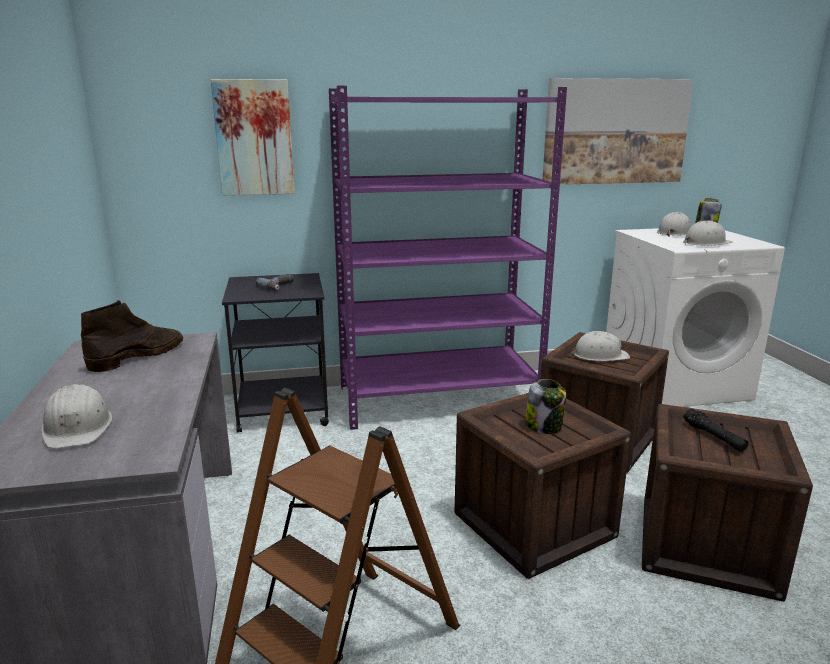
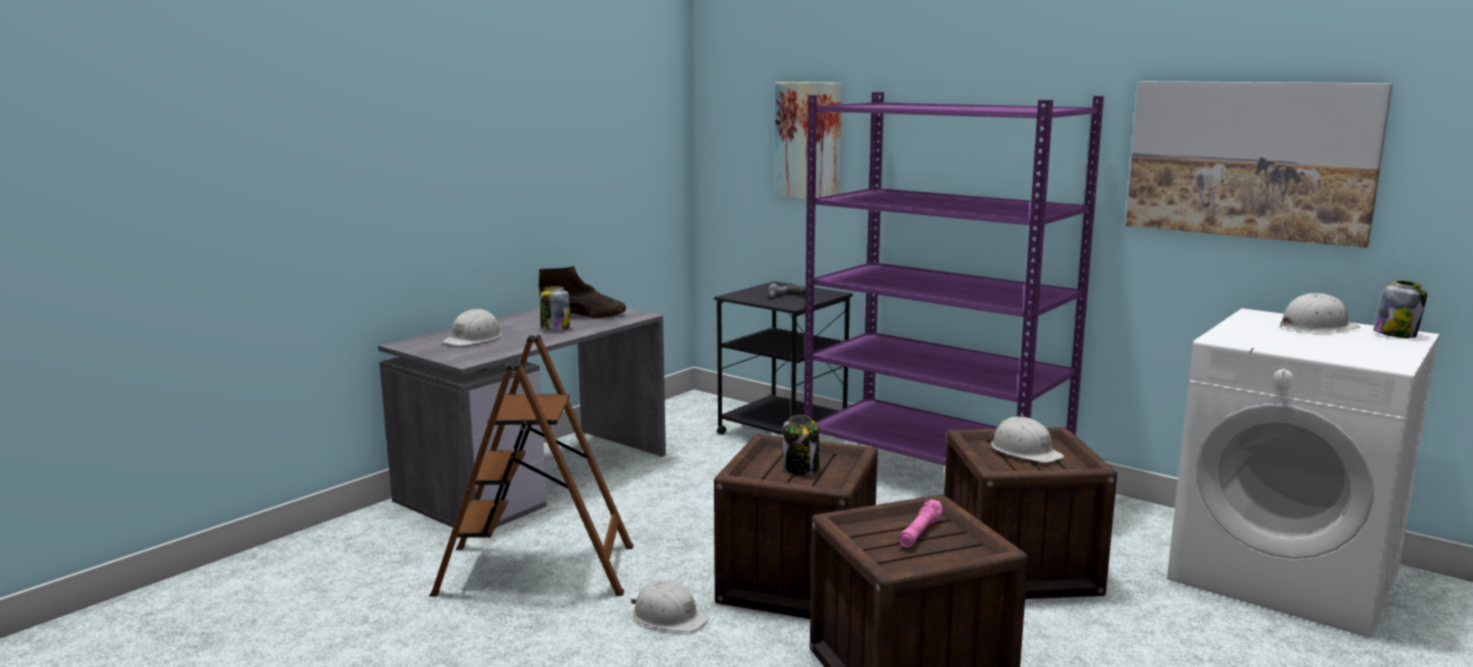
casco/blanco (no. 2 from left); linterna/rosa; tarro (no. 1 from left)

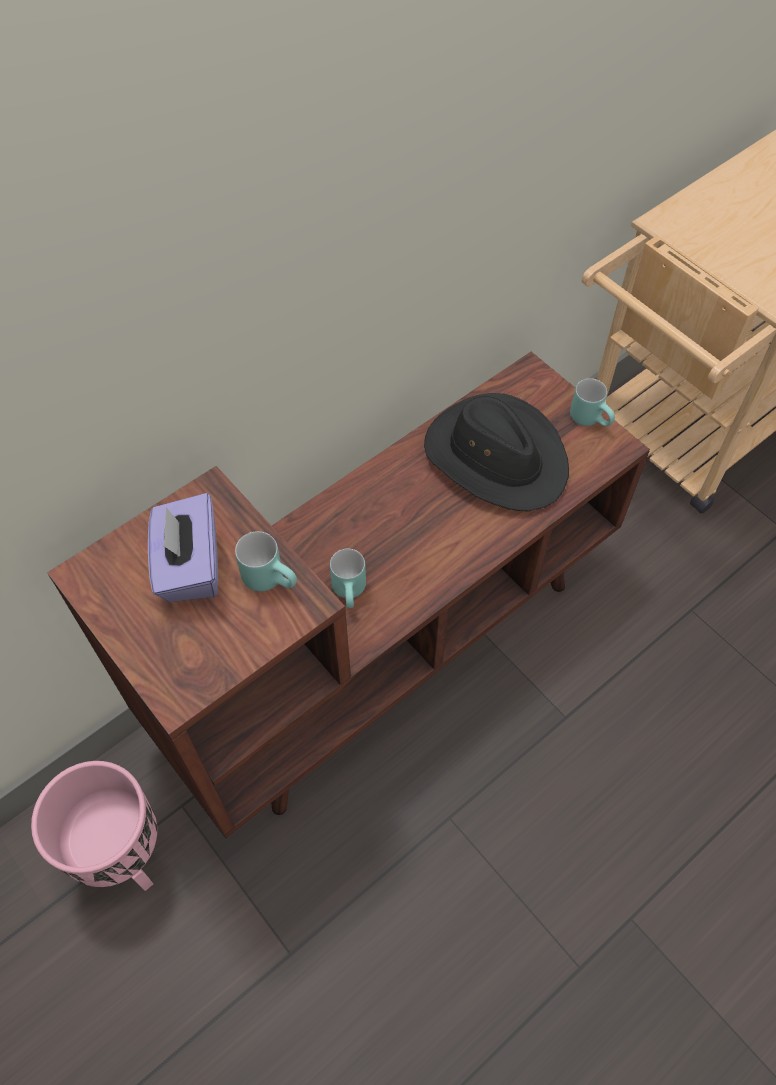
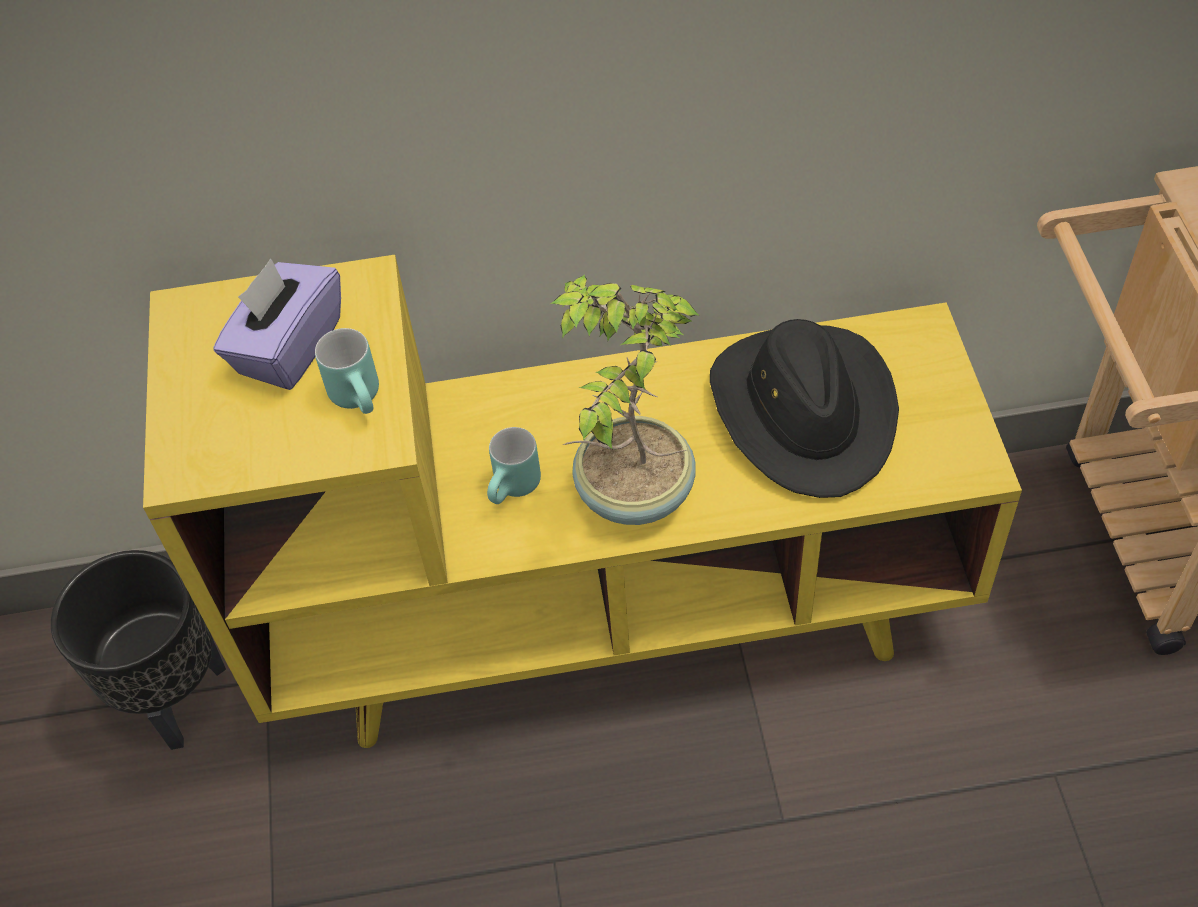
mueble de televisión/amarillo; taza grande/turquesa (no. 3 from left in the first image); maceta/negro; planta en maceta

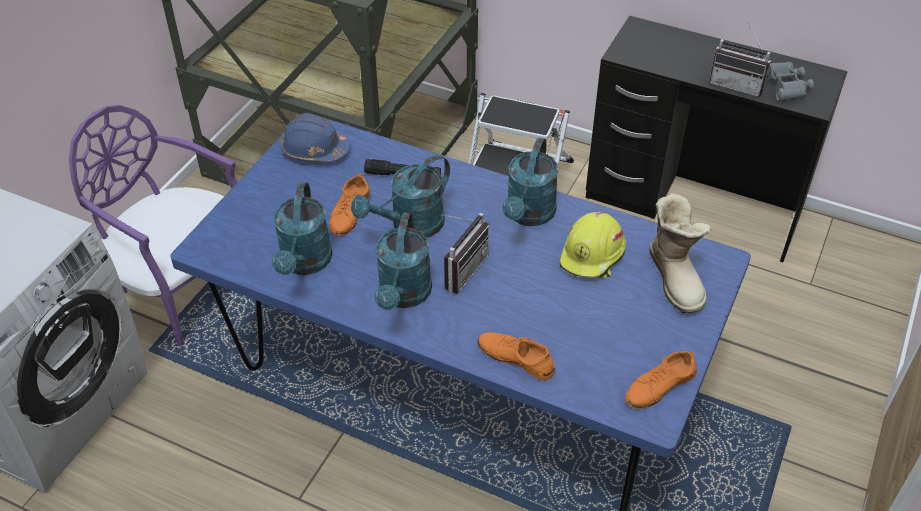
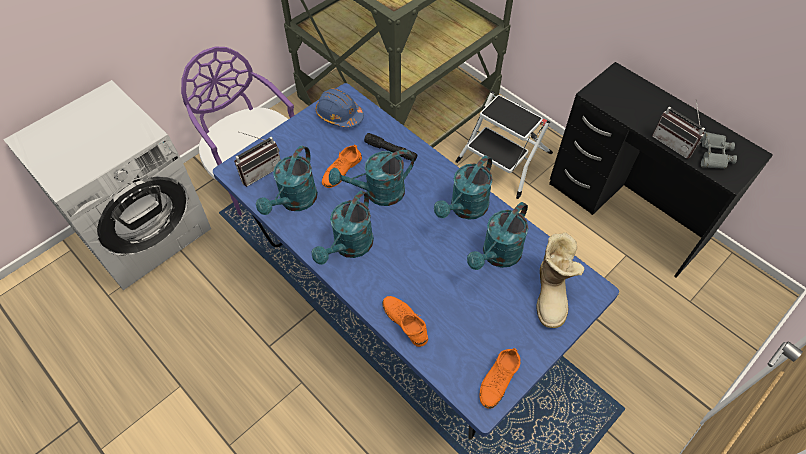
regadera/turquesa (no. 5 from left); radio (no. 1 from left); zapato/naranja (no. 3 from left)

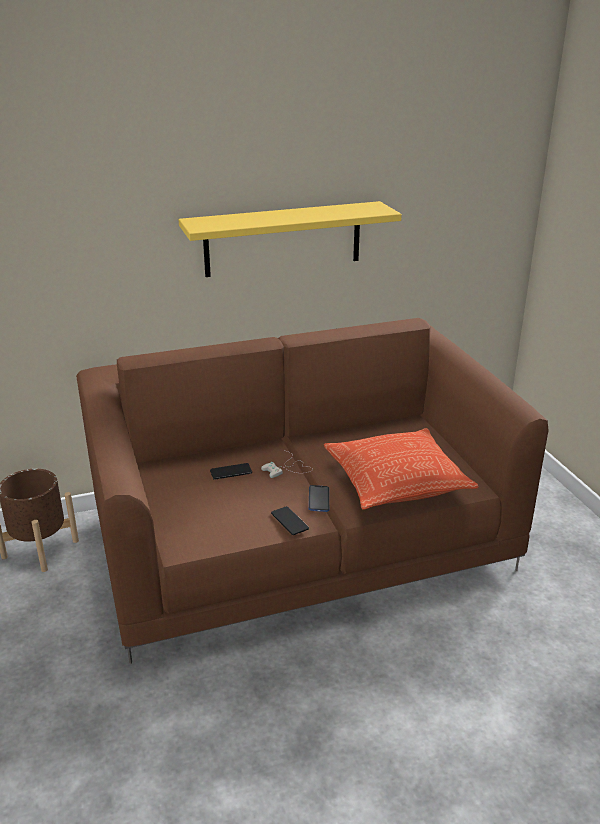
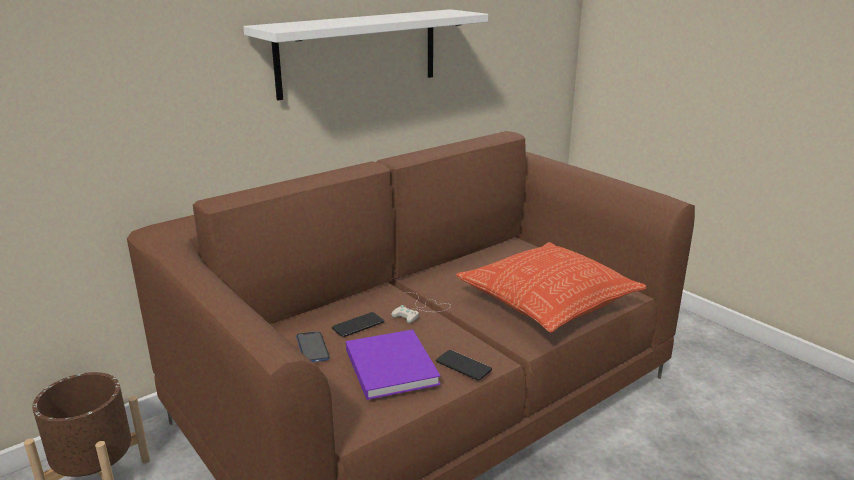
estante/blanco; móvil (no. 1 from left); libro/morado

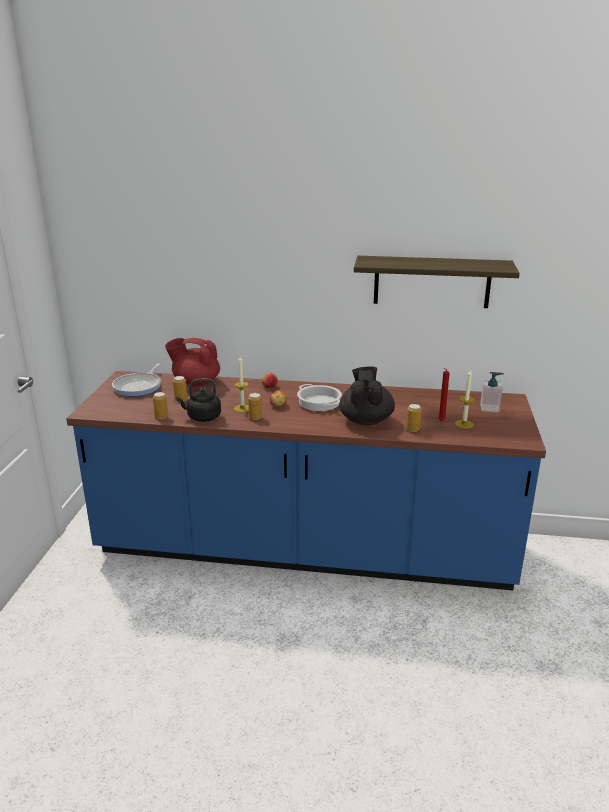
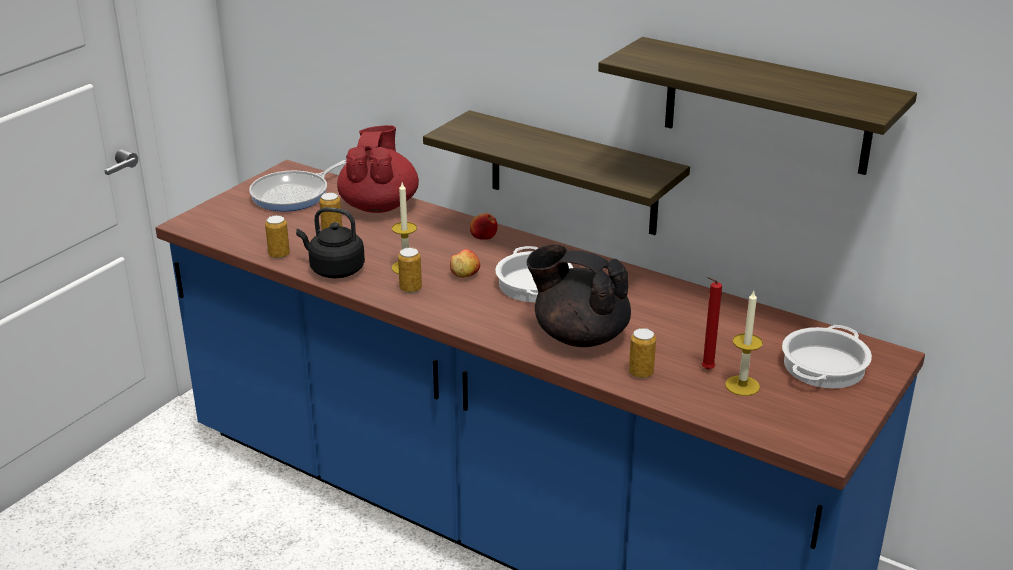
tetera/rojo; tetera/negro; olla (no. 2 from left); estante (no. 1 from left)

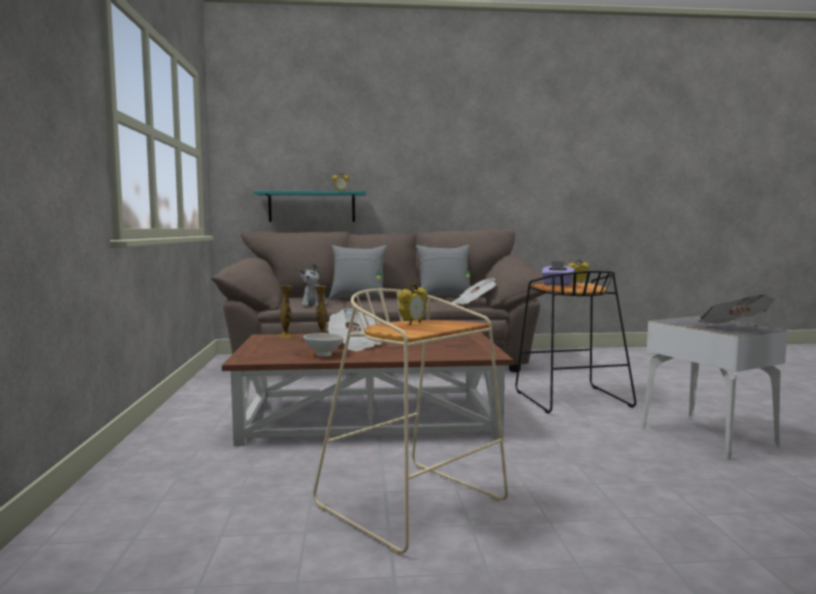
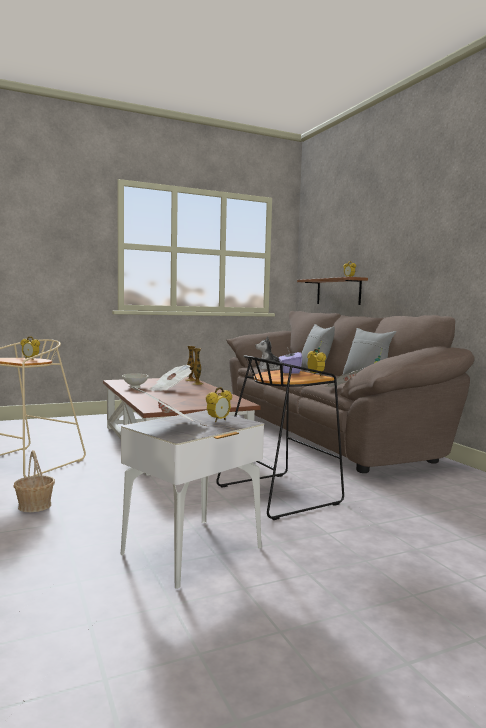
estante/marrón; despertador (no. 2 from left); cesta

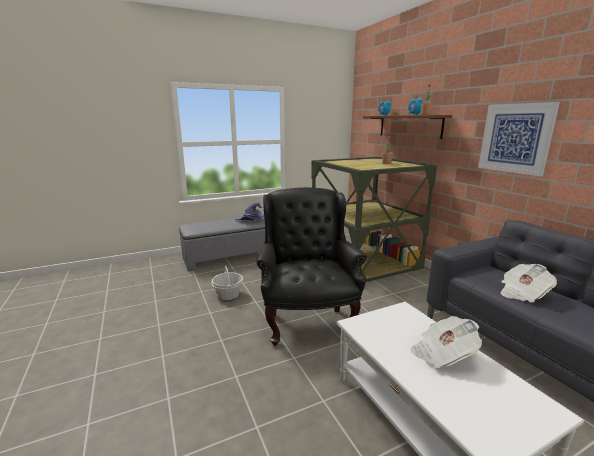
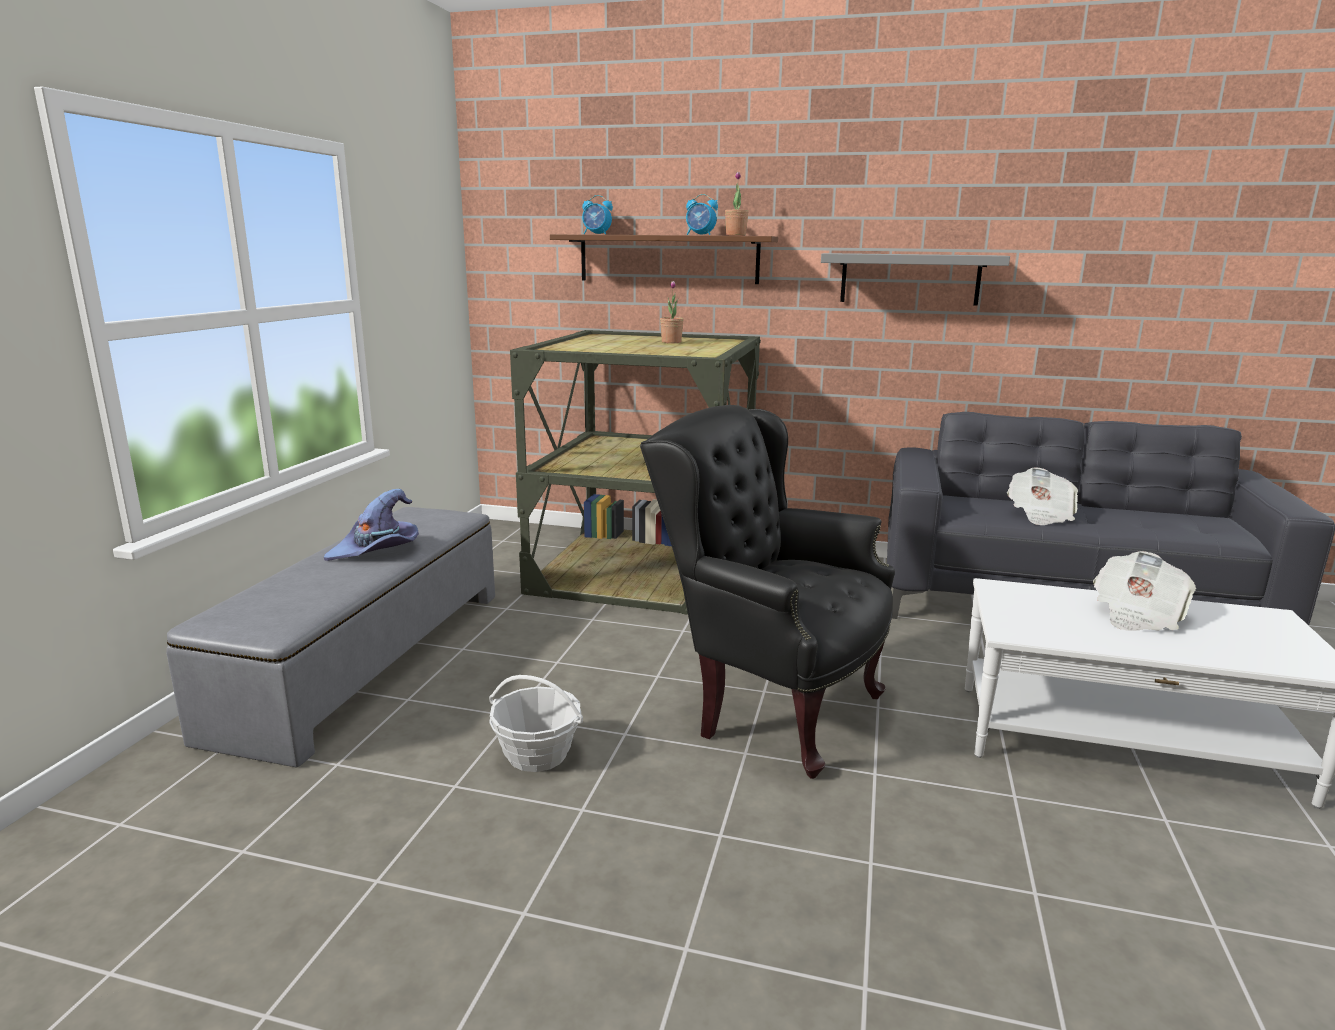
estante/gris

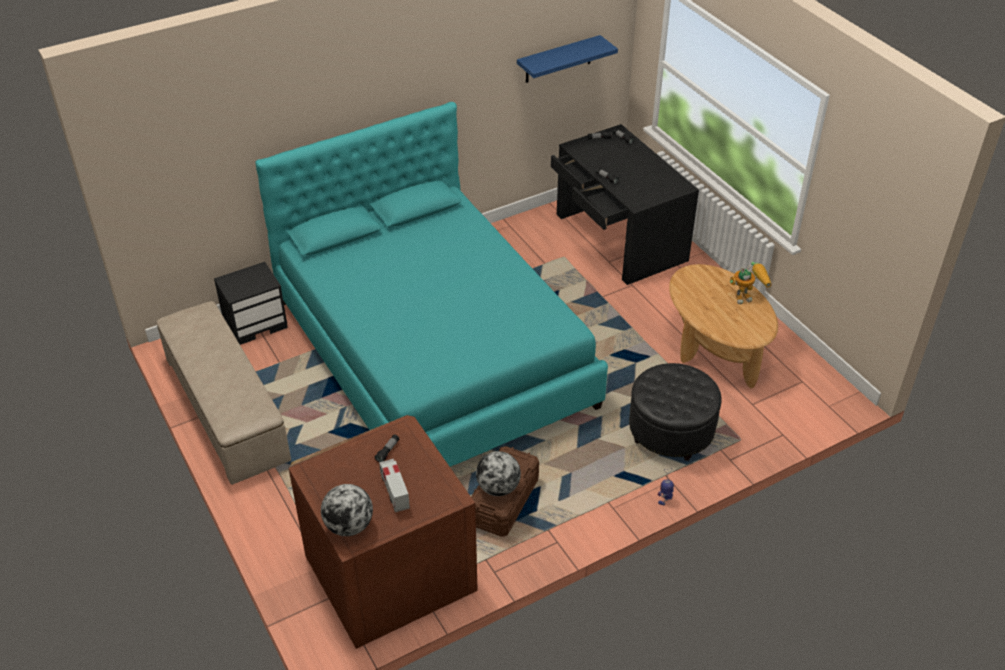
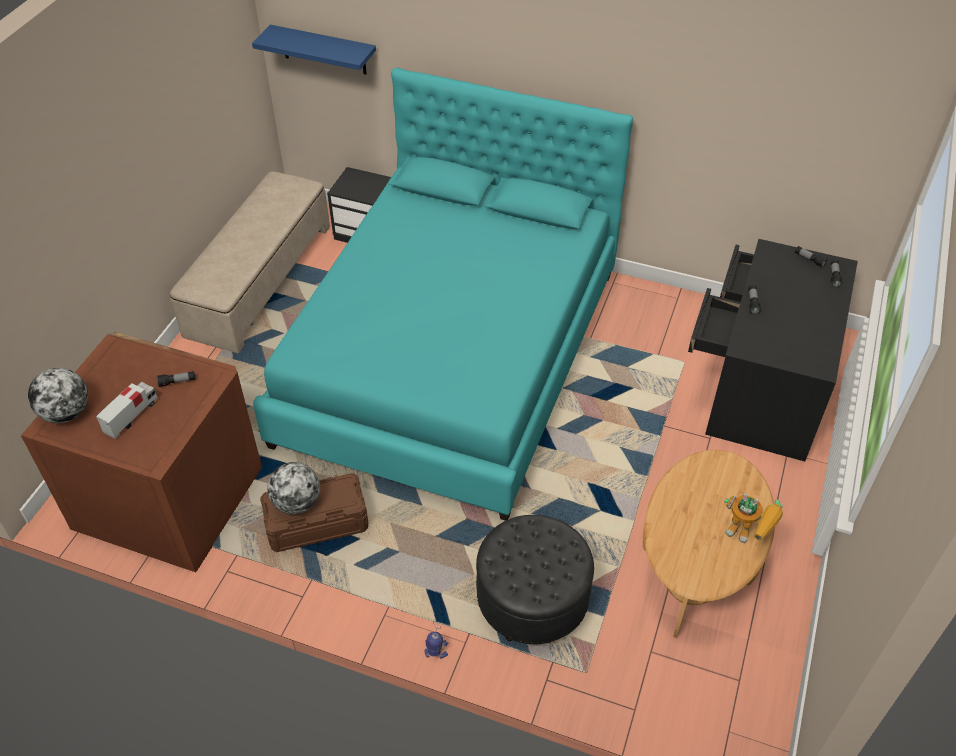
estante/azul

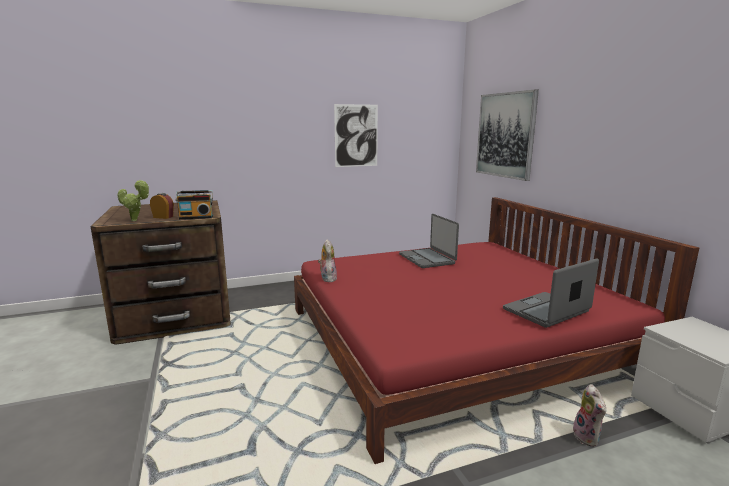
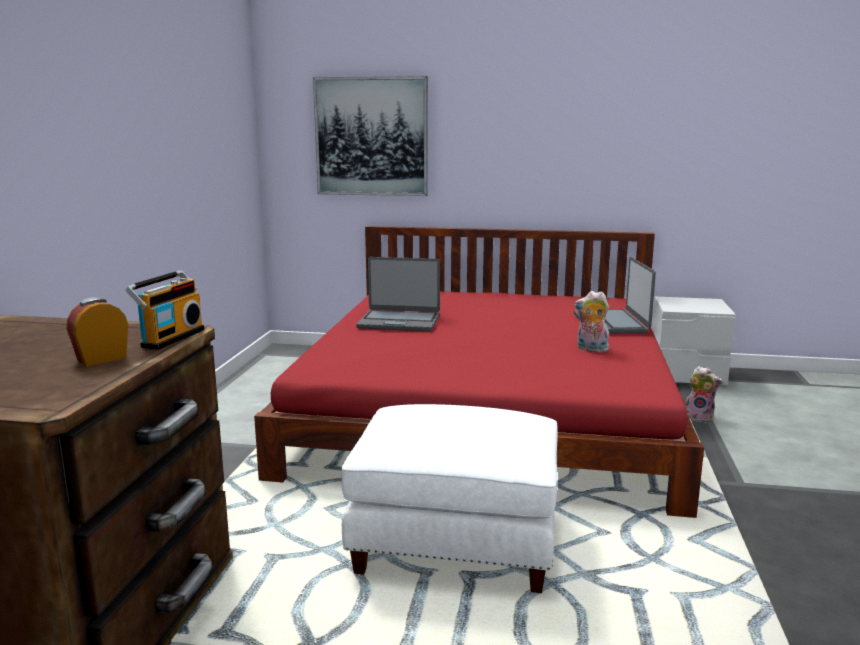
cuadro (no. 1 from left in the first image); planta en maceta; peluche (no. 1 from left); puf/blanco

